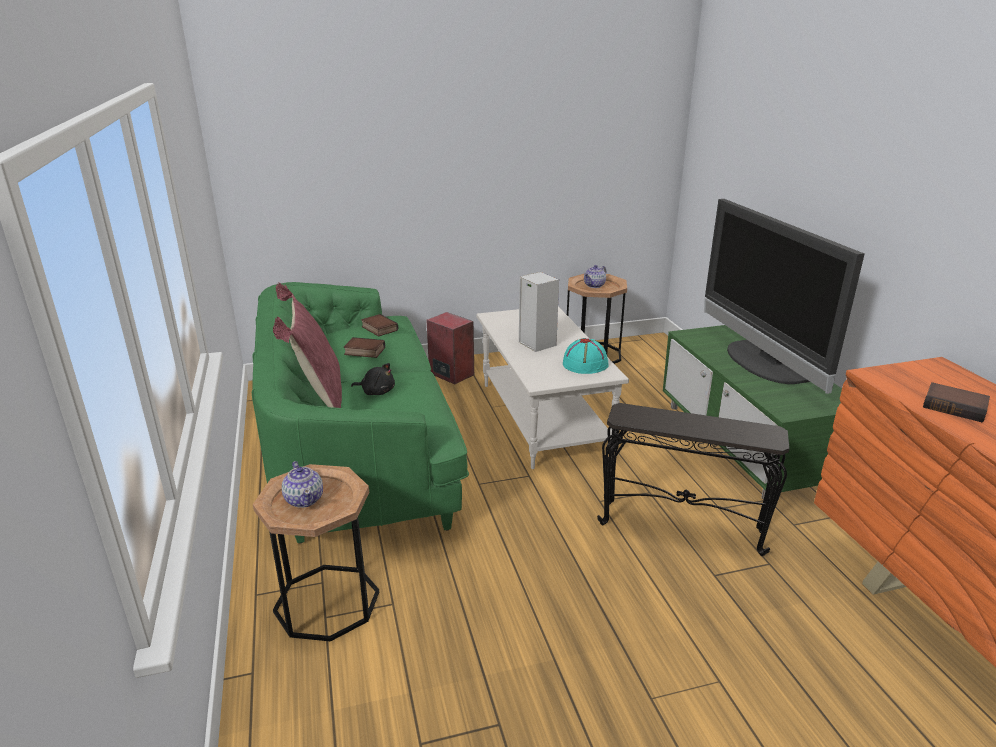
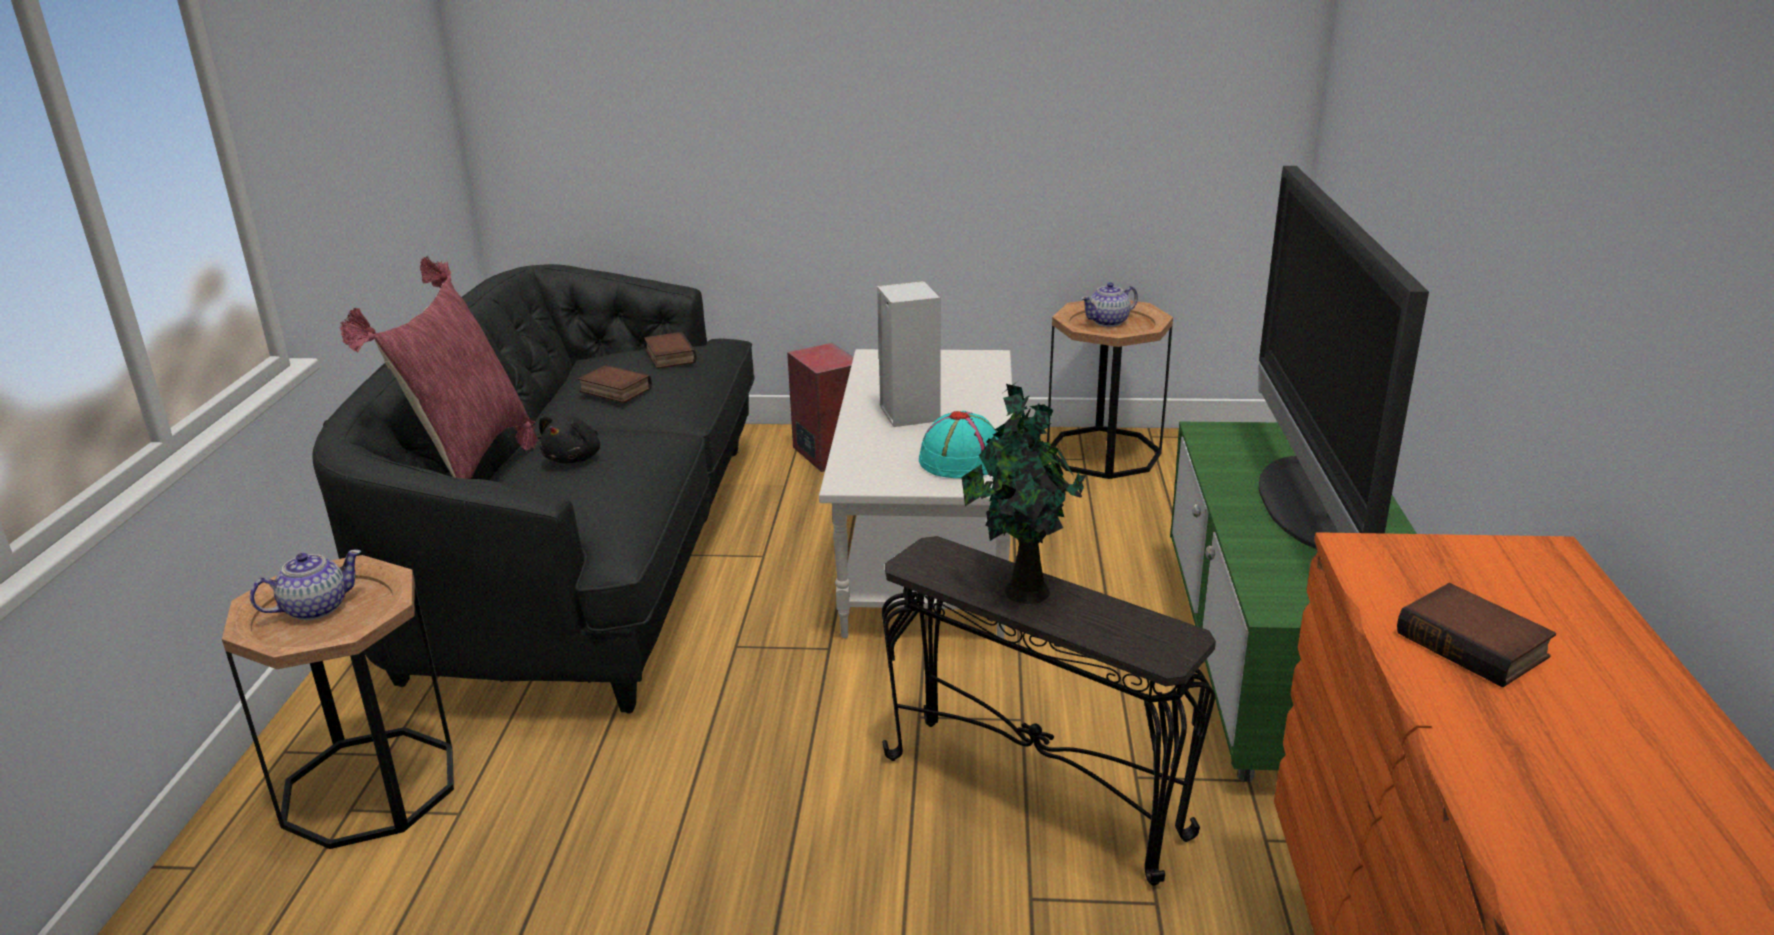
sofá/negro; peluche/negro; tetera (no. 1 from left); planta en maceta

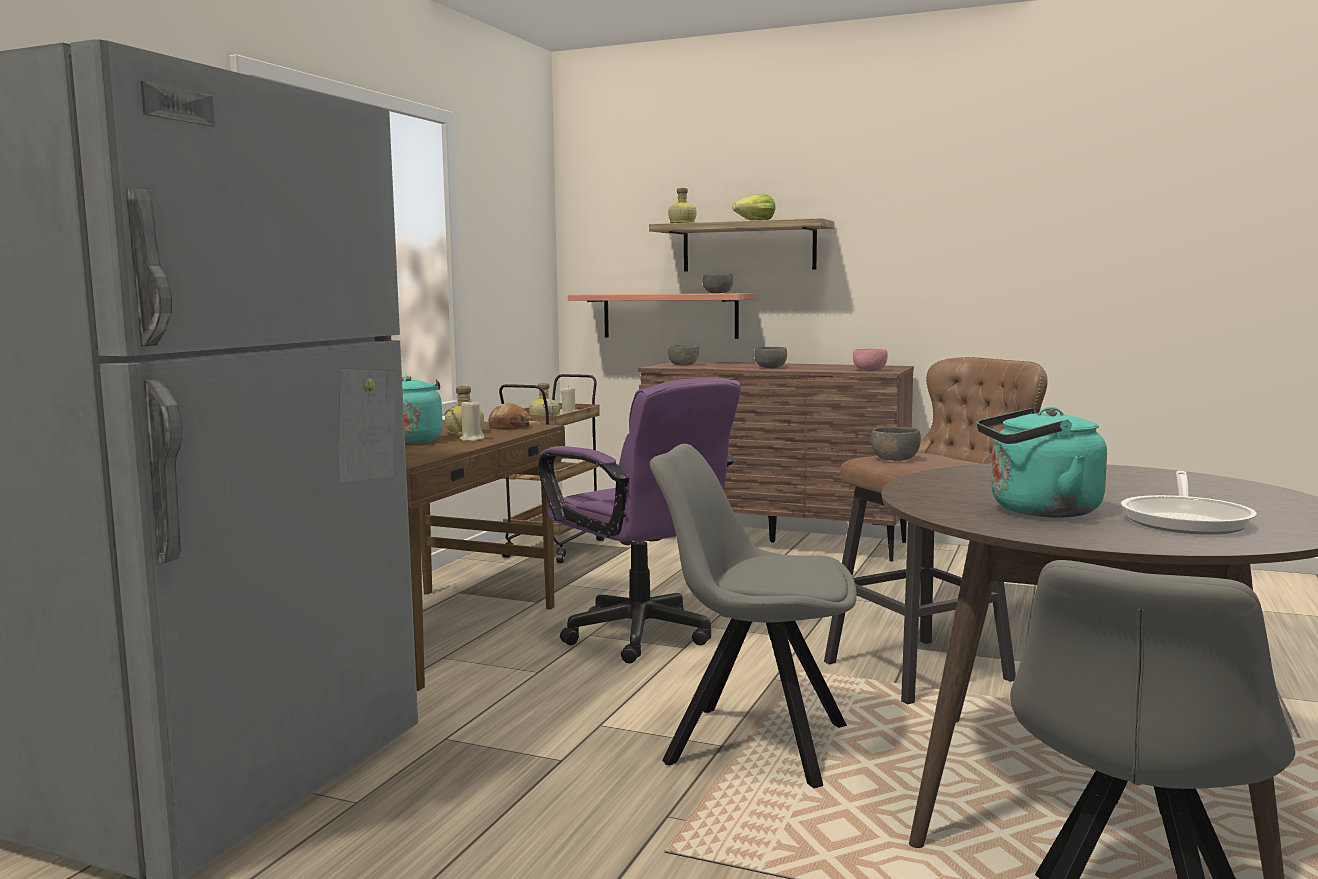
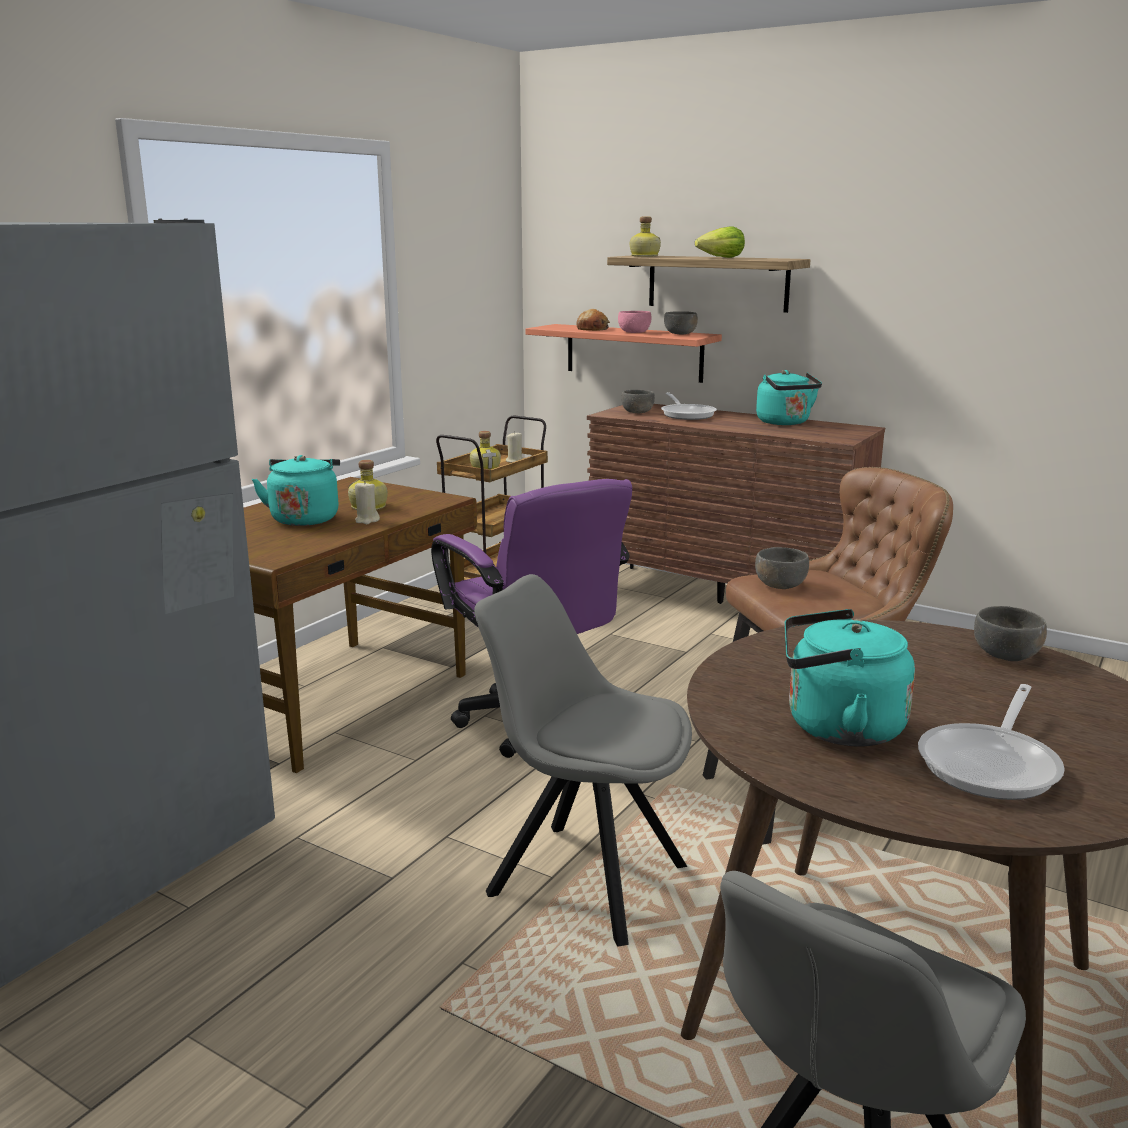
cuenco/gris (no. 4 from left); cuenco/rosa; pan; hervidor/turquesa (no. 2 from left); sartén (no. 1 from left)

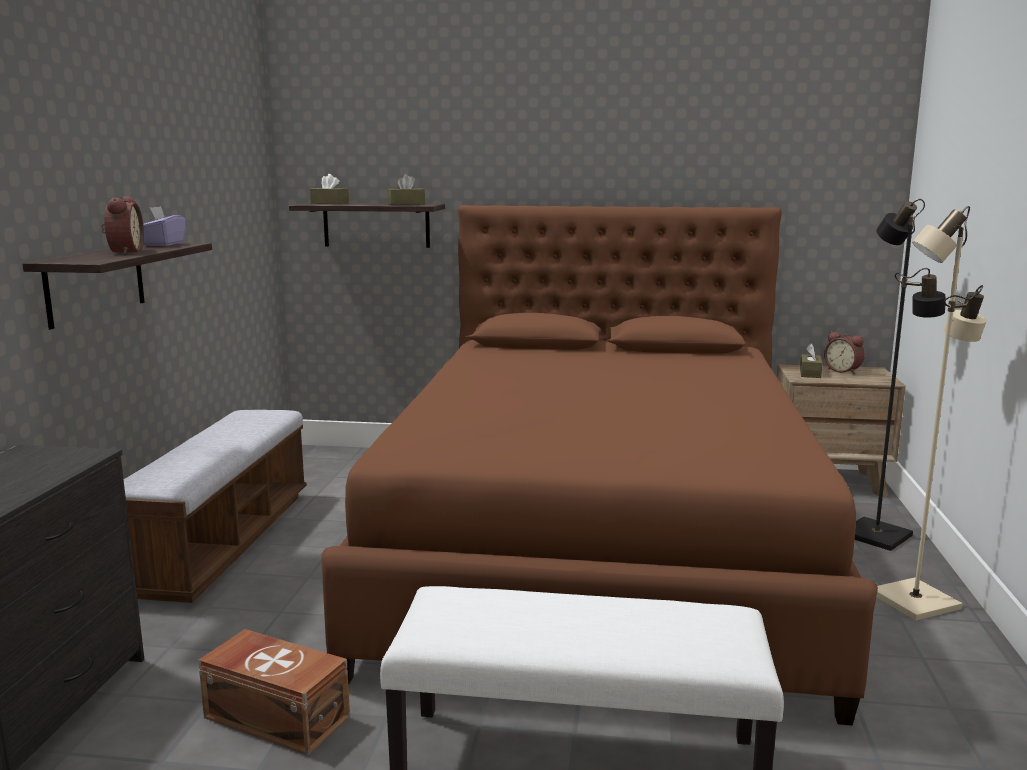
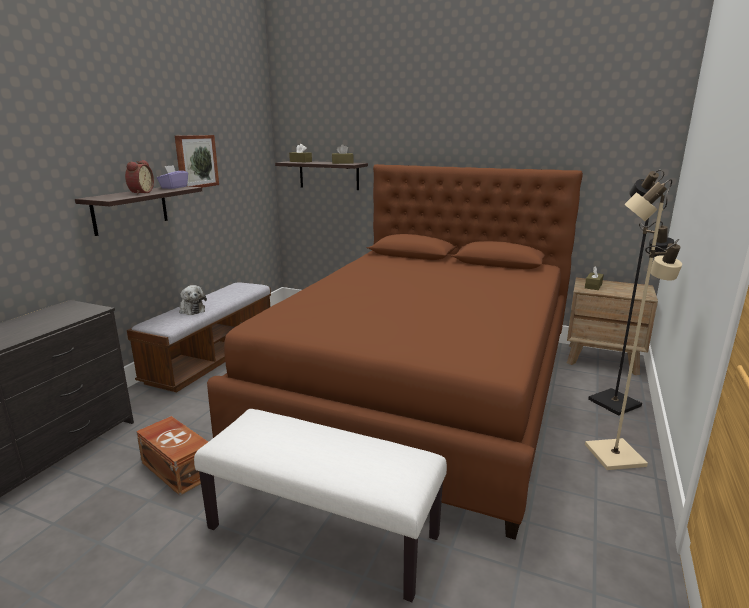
despertador (no. 2 from left in the first image); cuadro; peluche

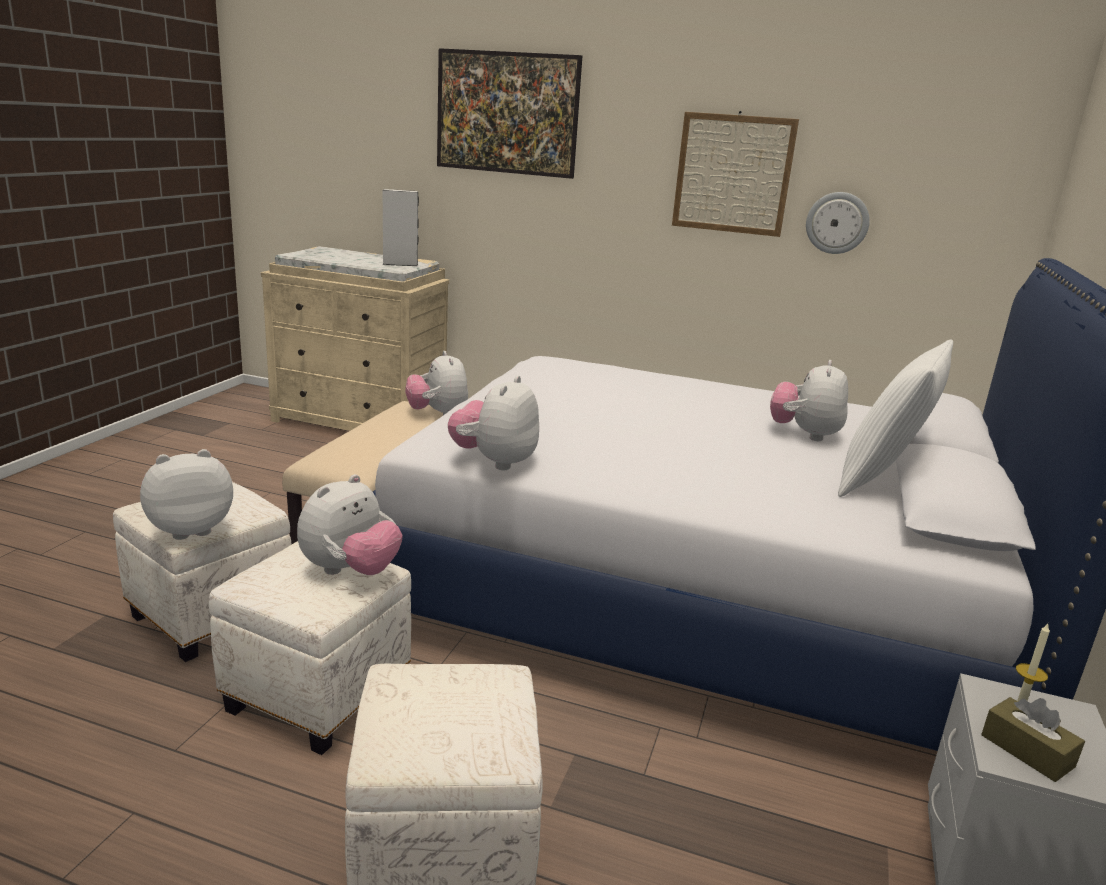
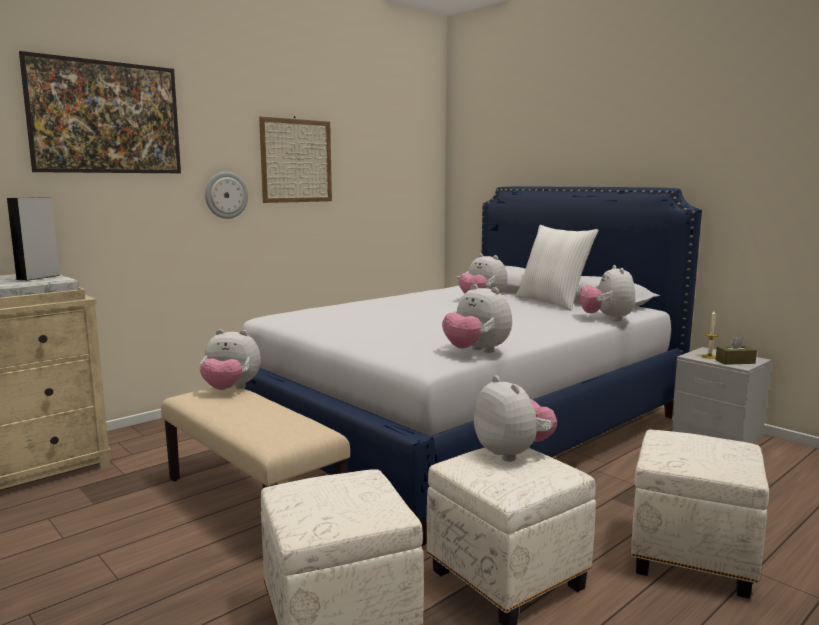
reloj de pared; peluche (no. 5 from left)

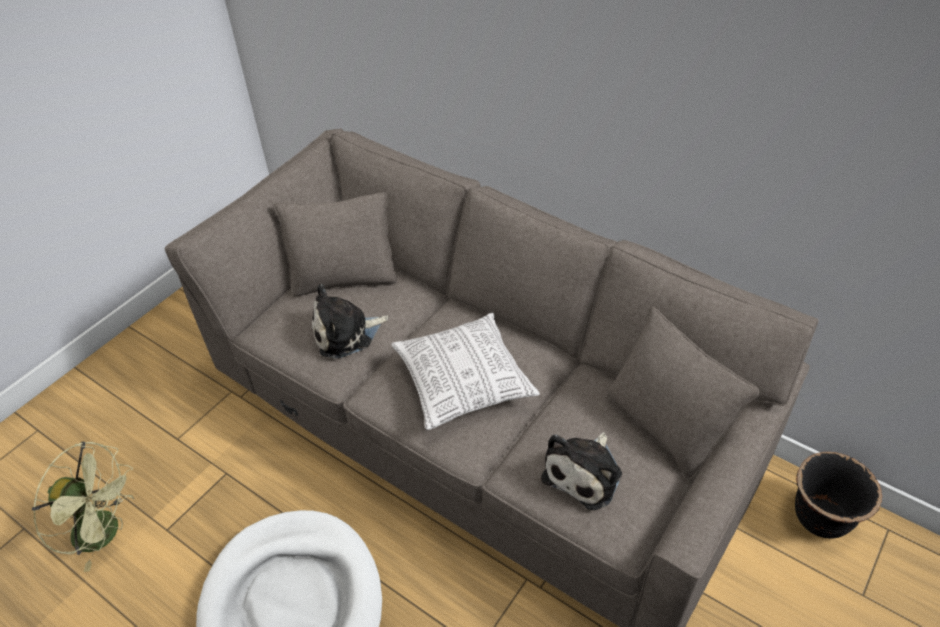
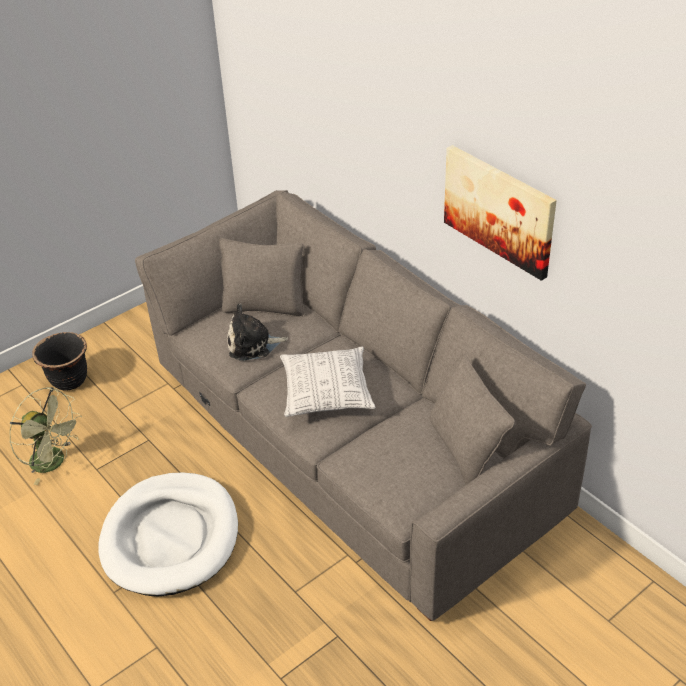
peluche (no. 2 from left in the first image); maceta/negro; cuadro

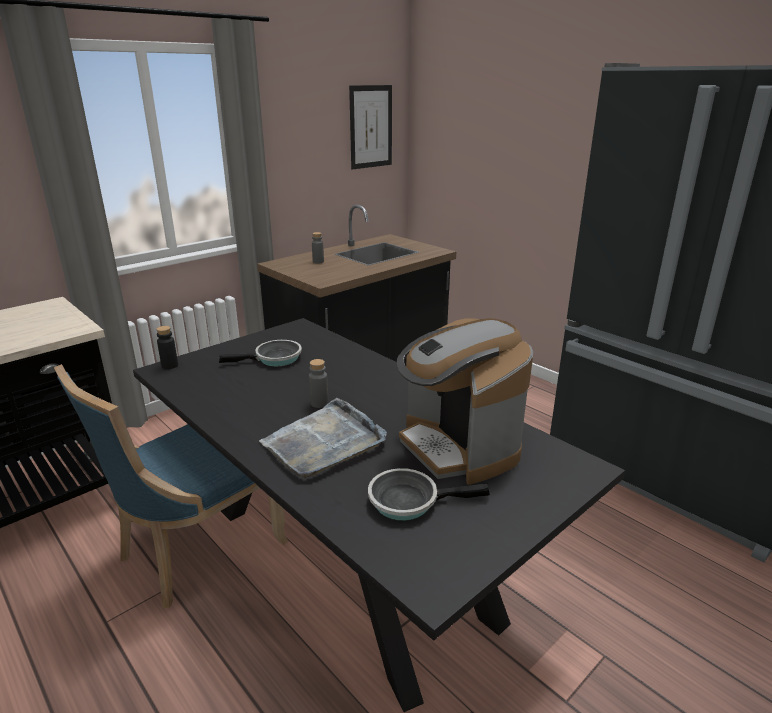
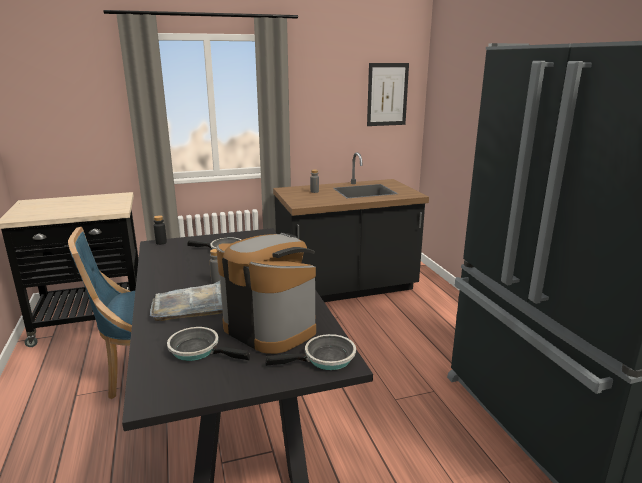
cafetera; sartén (no. 3 from left)

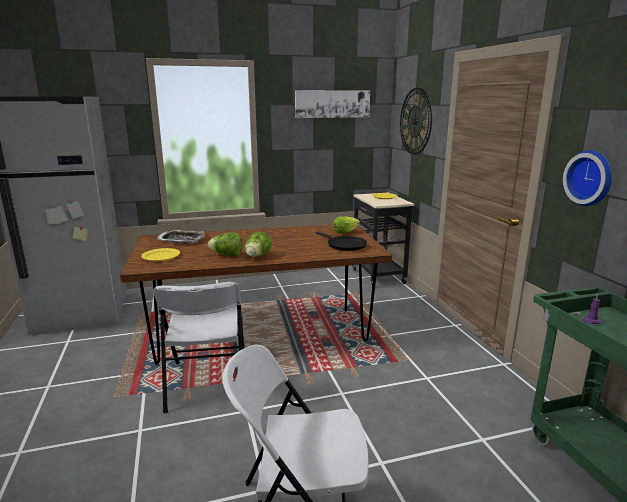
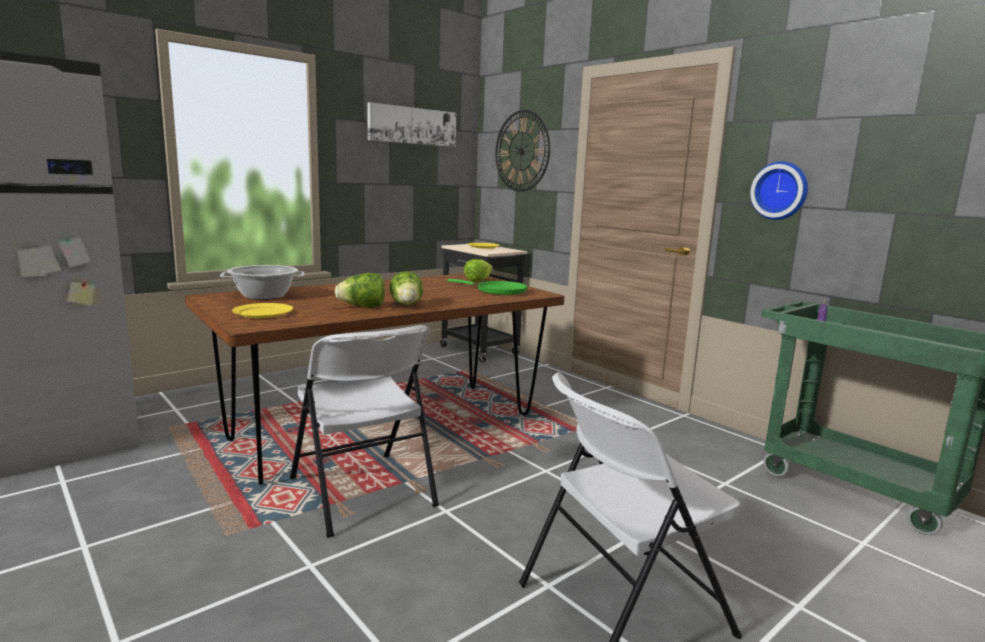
olla; sartén/verde

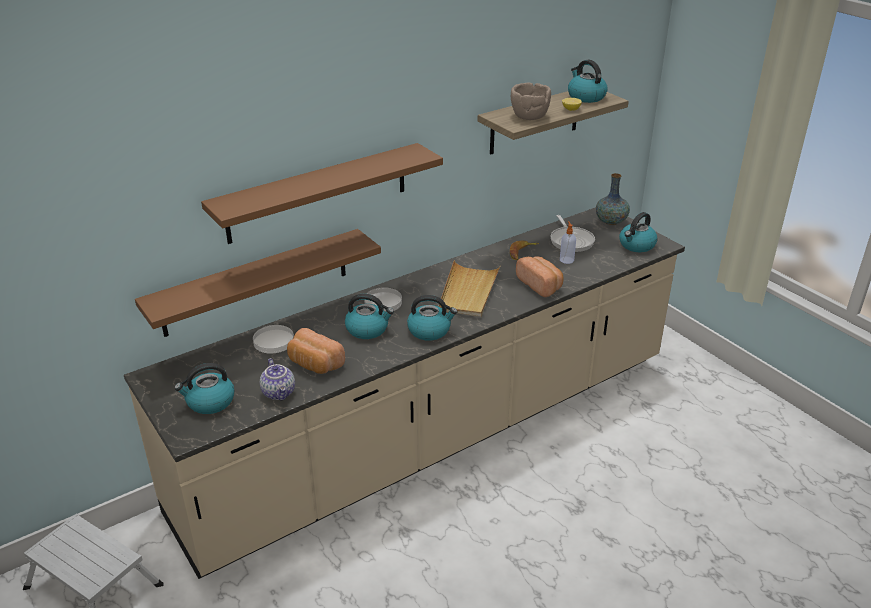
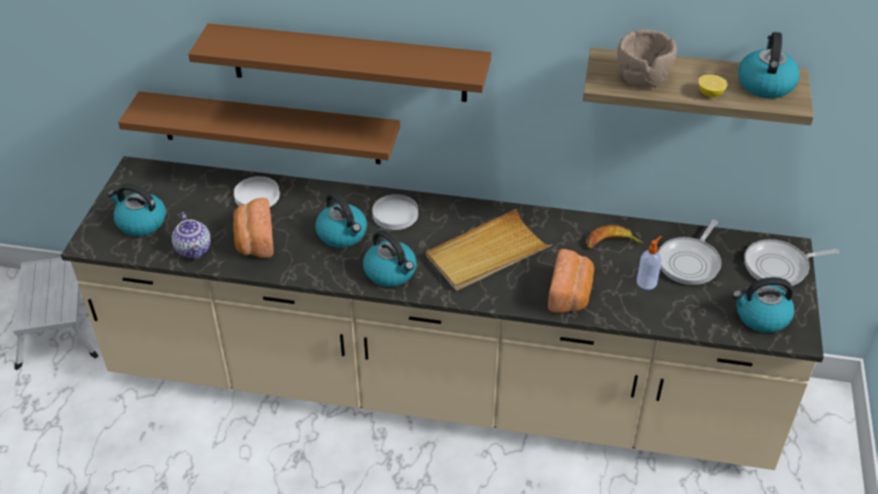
sartén (no. 2 from left); tetera

